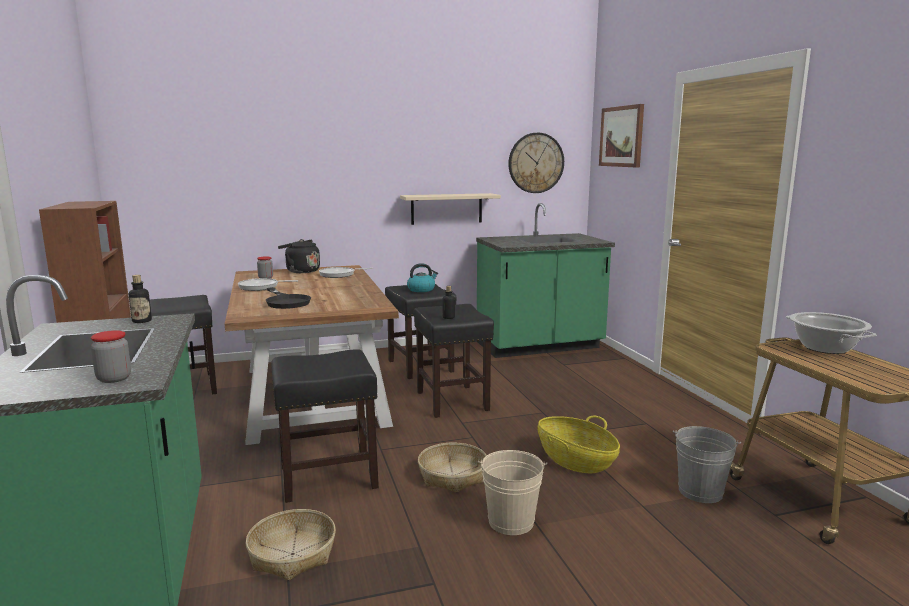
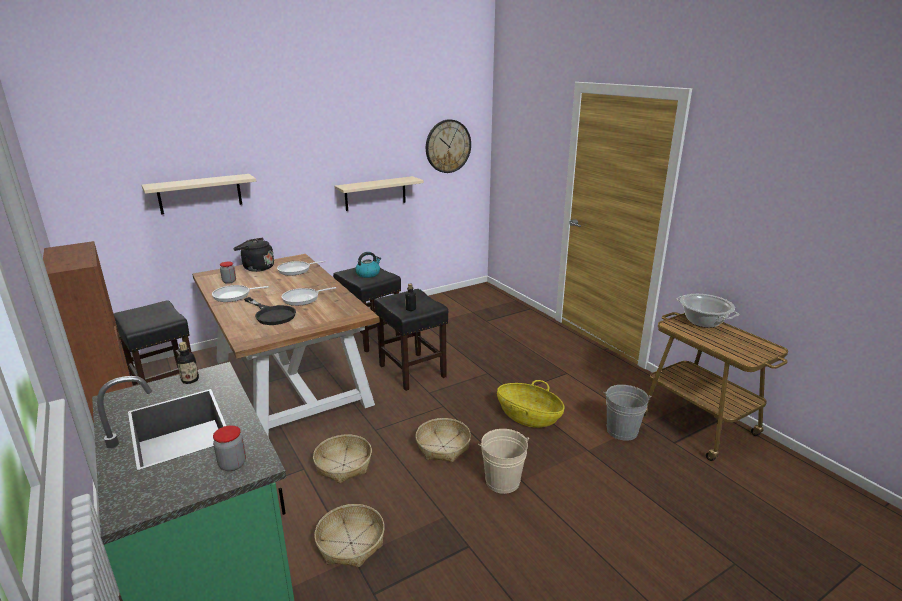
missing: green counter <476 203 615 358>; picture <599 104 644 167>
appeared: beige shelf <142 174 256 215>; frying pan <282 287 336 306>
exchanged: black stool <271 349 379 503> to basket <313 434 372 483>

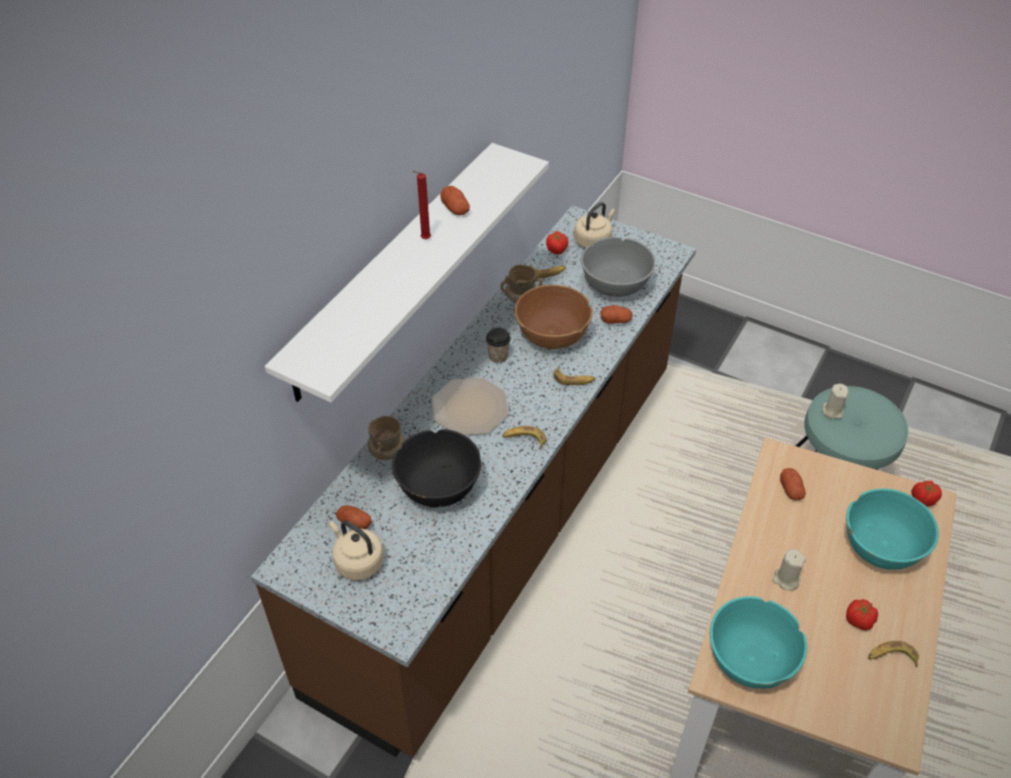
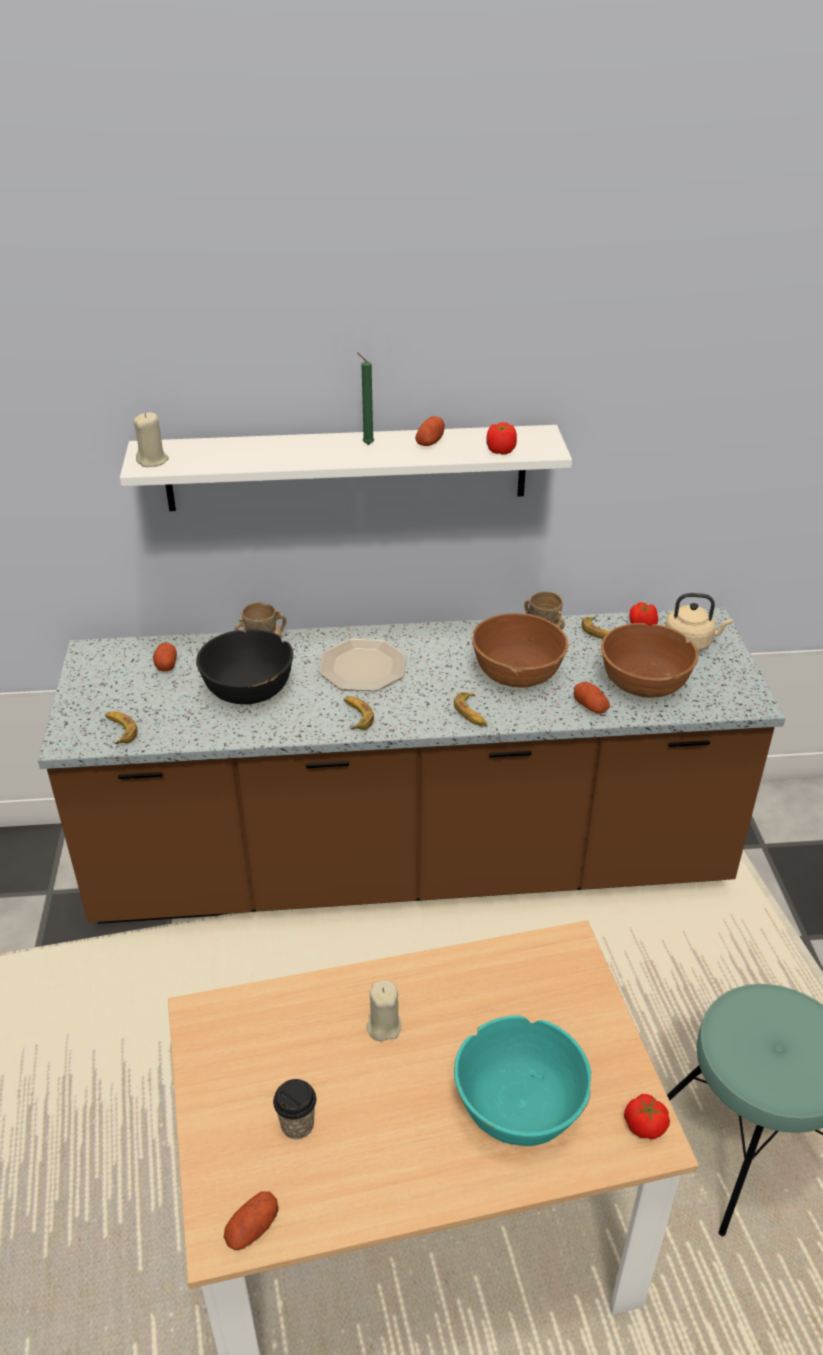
missing: beige kettle <329 521 384 580>; turquoise bowl <710 596 807 688>
relocated: cup <486 328 511 363> to <273 1079 316 1139>; potato <780 468 806 500> to <224 1192 278 1251>; beige candle <822 384 849 419> to <133 412 169 467>; tomato <846 599 878 631> to <486 422 517 455>; banana <868 641 919 668> to <105 711 138 744>
colour: red candle <412 171 431 239> to green candle <357 352 374 445>; grey bowl <581 237 655 297> to brown bowl <601 623 698 698>

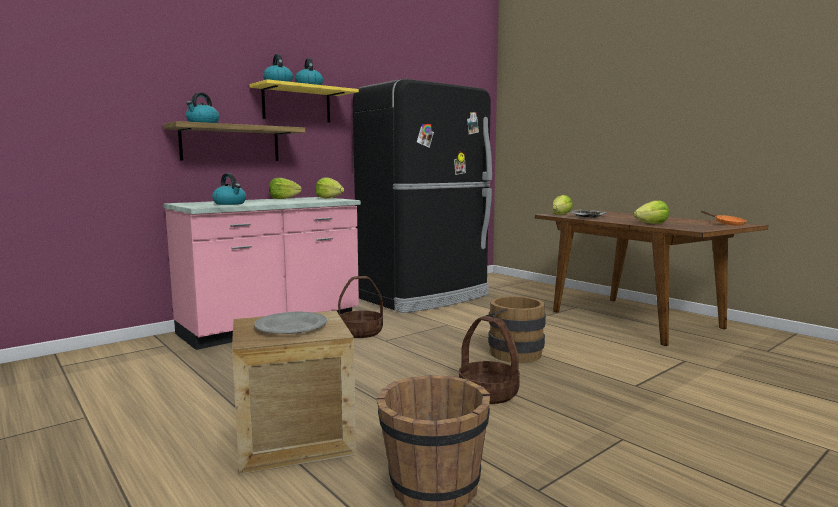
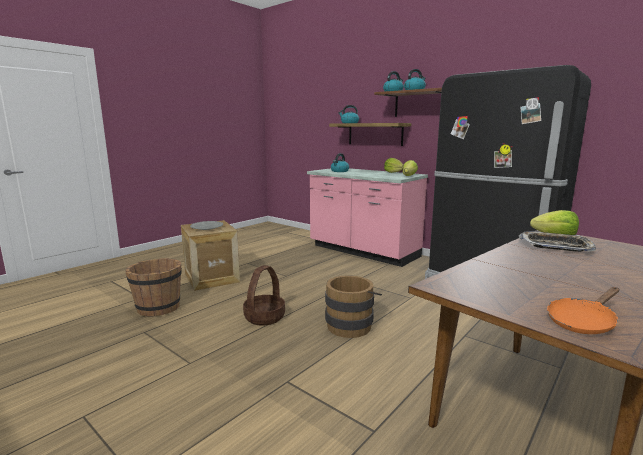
missing: basket <338 276 383 338>; lettuce <633 200 669 224>
colour: yellow shelf <249 79 359 123> to brown shelf <374 88 442 117>

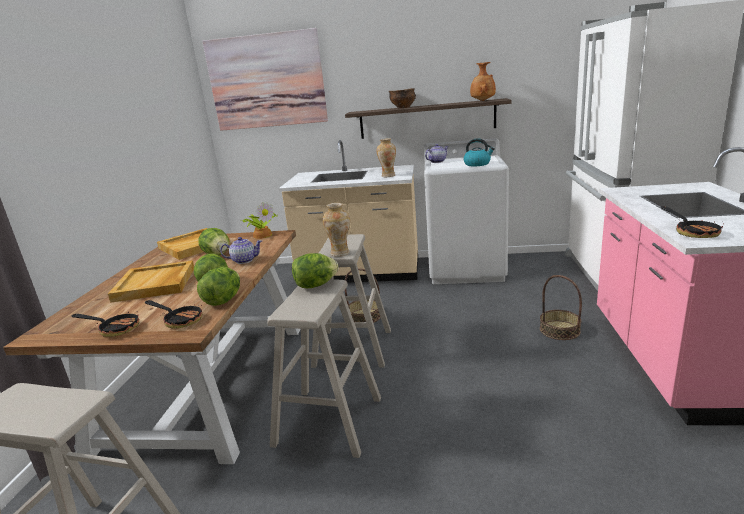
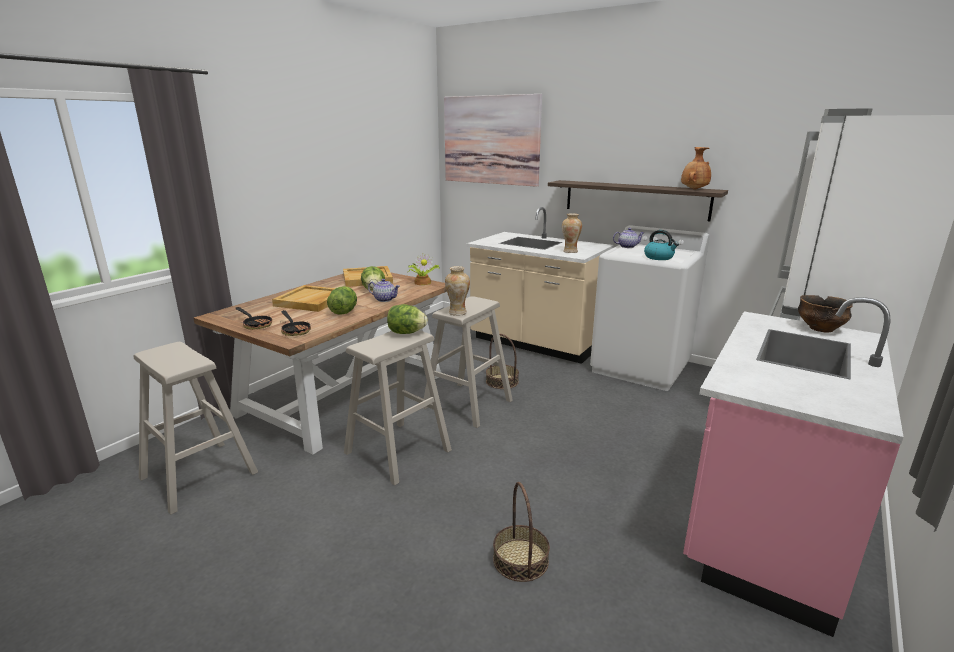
missing: lettuce <197 267 240 306>; frying pan <661 206 723 238>
relocated: bowl <389 88 416 108> to <798 295 853 333>; basket <540 275 582 340> to <493 482 550 582>

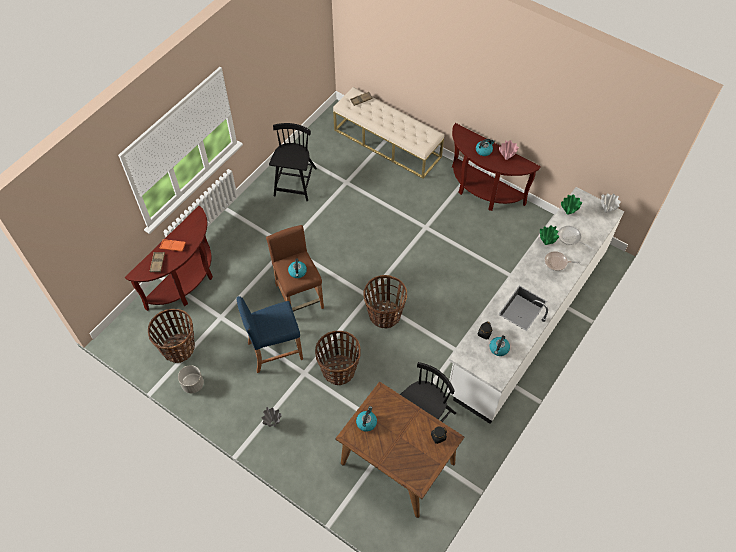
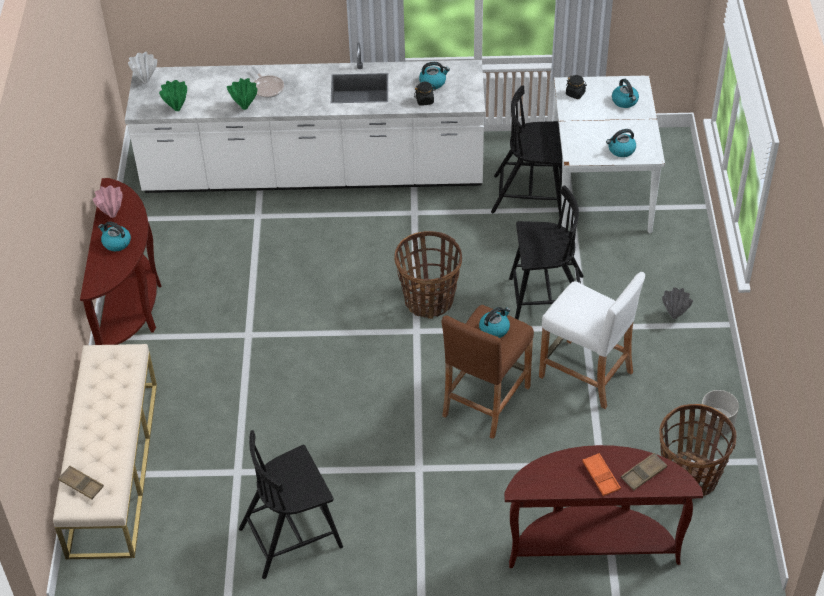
missing: frying pan <558 226 594 250>
appeared: kettle <612 79 639 108>
exchanged: basket <315 331 361 385> to black chair <509 185 584 320>
colour: blue stool <236 296 303 373> to white stool <539 272 645 409>; brown dining table <335 381 464 518> to white dining table <553 75 665 233>

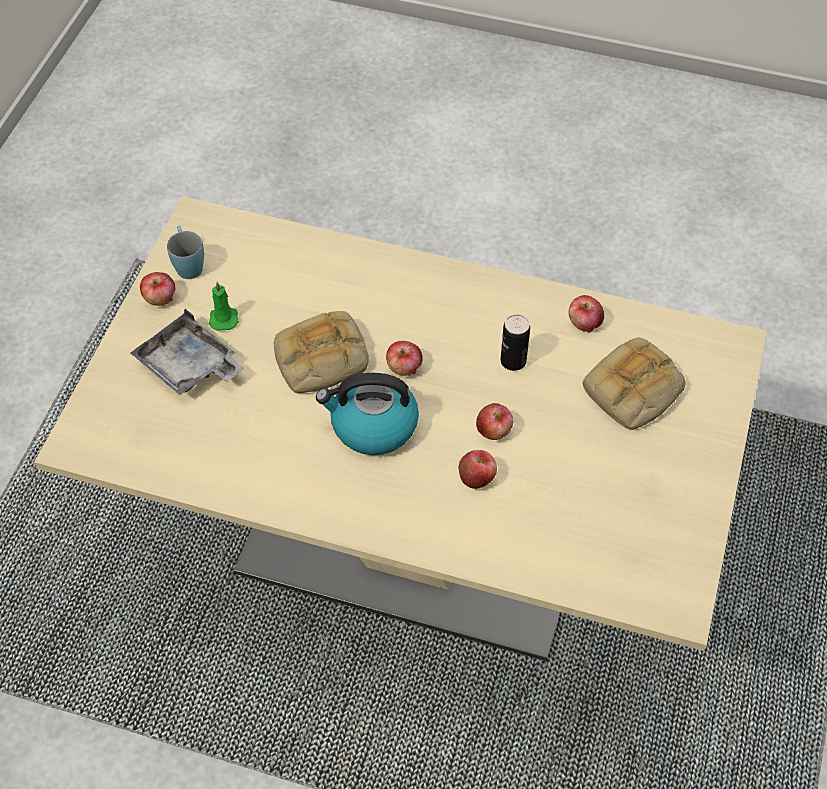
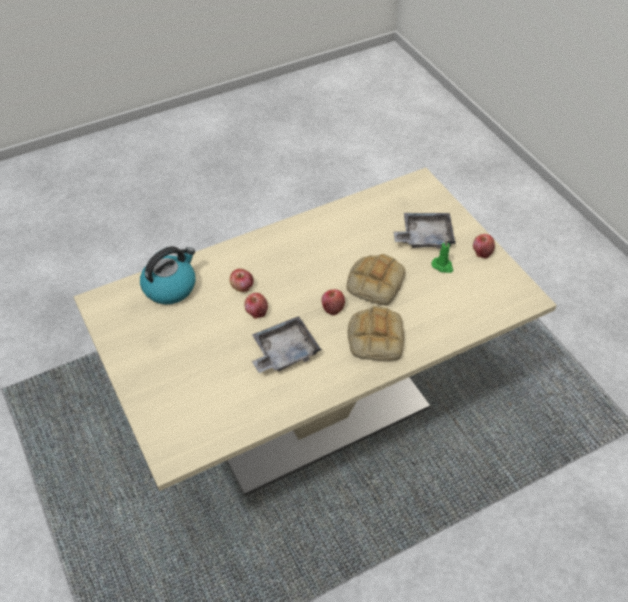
missing: blue mug <167 226 204 279>; apple <568 295 604 333>
relocated: kettle <316 373 419 455> to <140 246 195 304>; bread <582 338 686 430> to <348 306 404 361>
exchanged: can <501 314 530 371> to grey tray <252 316 322 373>

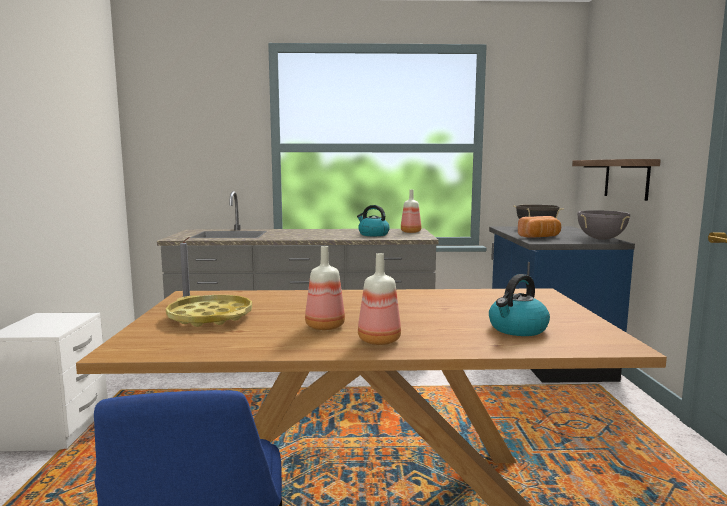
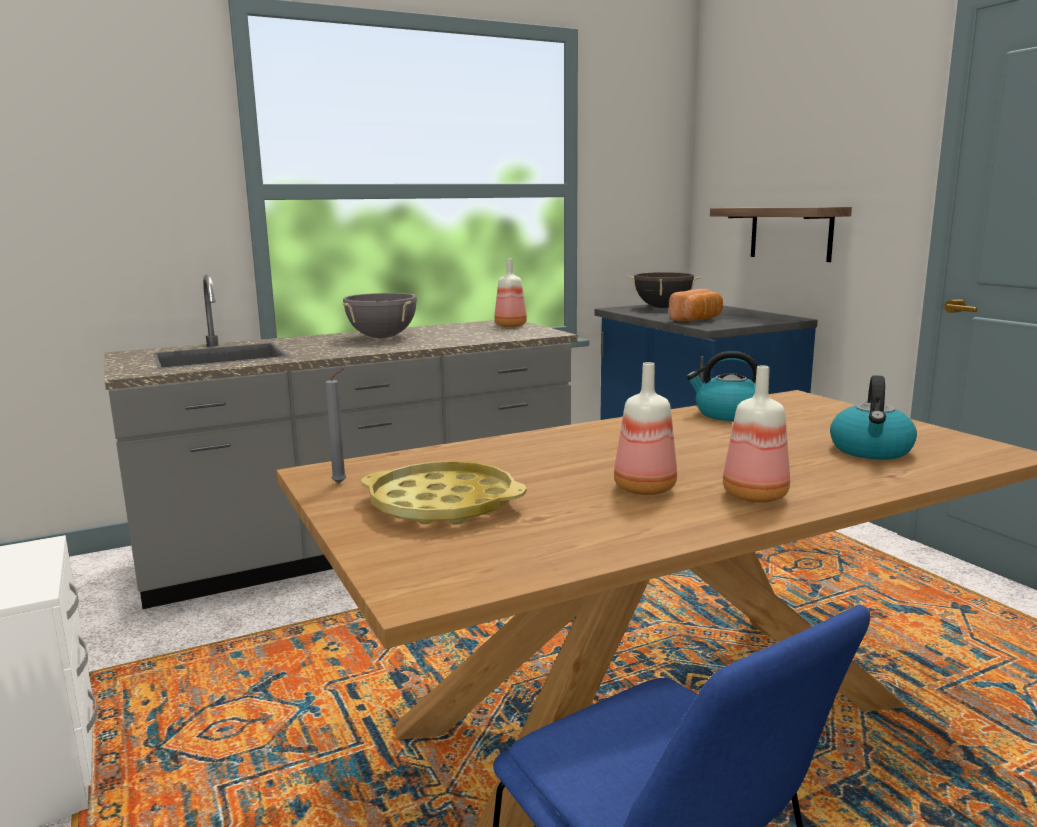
relocated: kettle <357 205 390 236> to <686 351 758 421>; grey cooking pot <577 210 630 240> to <342 293 417 338>

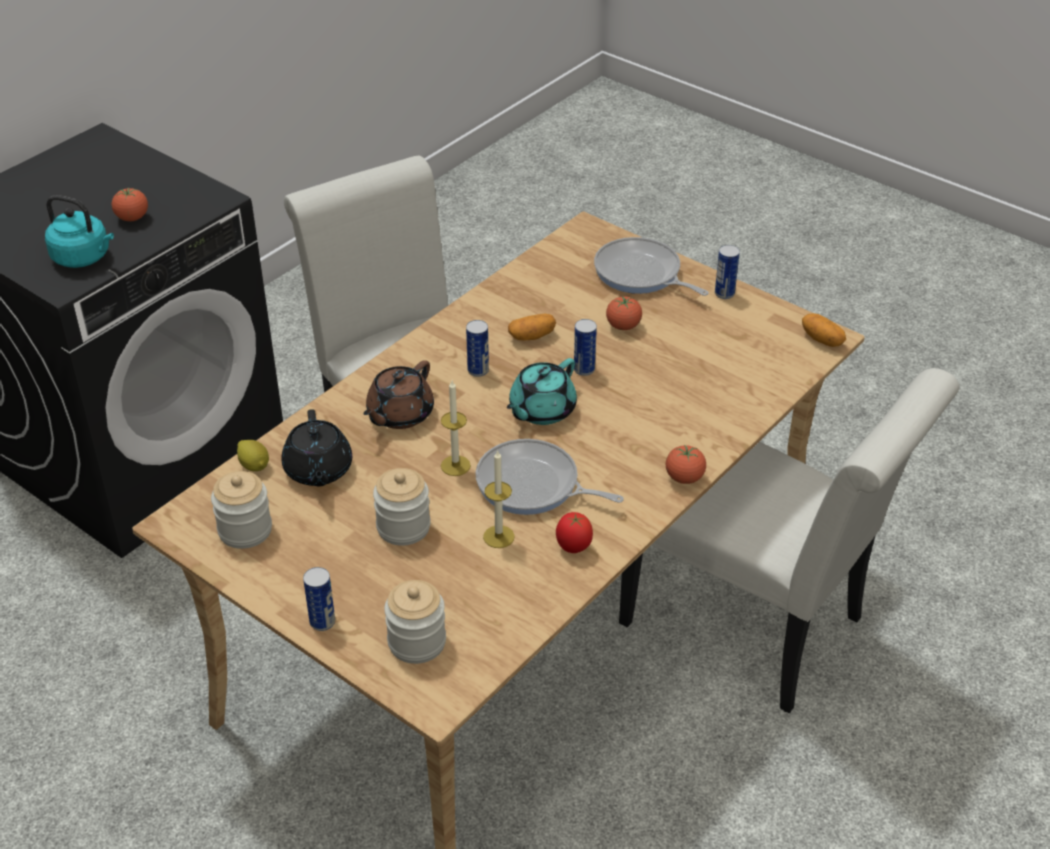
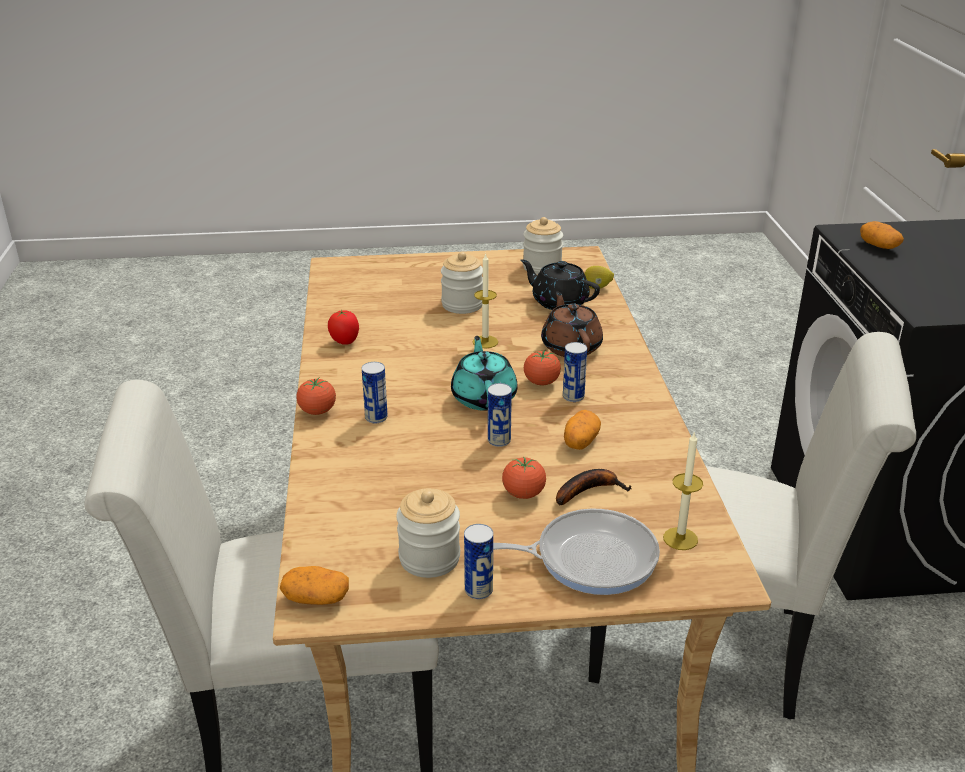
missing: frying pan <475 439 624 515>
appeared: banana <556 469 632 505>
relocated: tomato <112 187 148 221> to <524 350 561 385>; can <303 567 335 631> to <362 362 388 423>; jar <384 580 446 664> to <396 488 460 578>; candle <483 450 515 548> to <663 431 703 550>
exchanged: turquoise kettle <45 195 114 268> to potato <860 221 904 249>

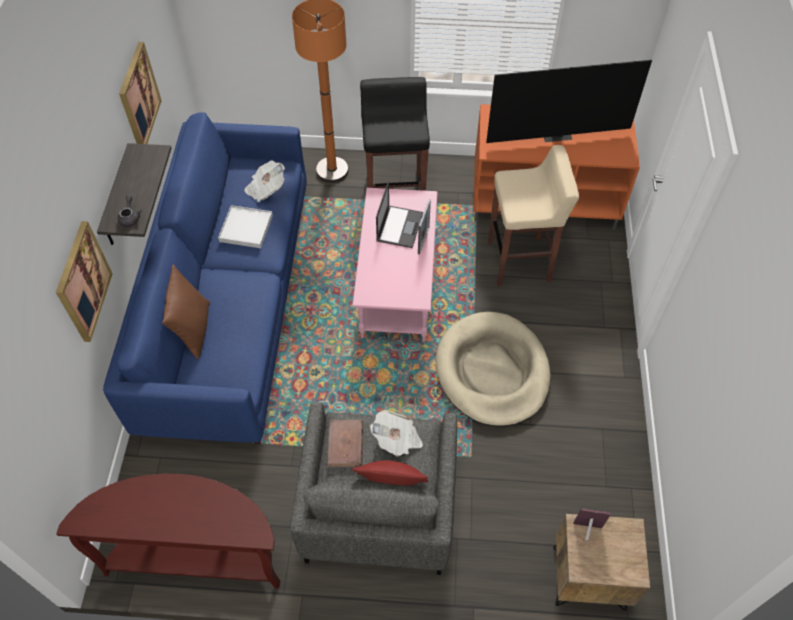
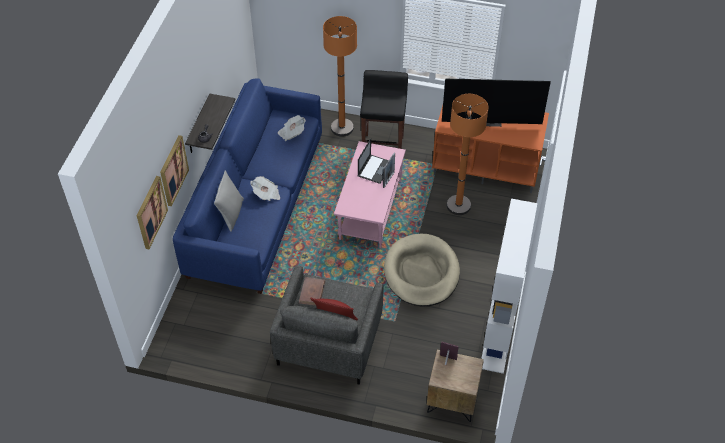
missing: brown console table <56 474 280 588>; white tray <218 205 273 248>
appeared: white bookcase <481 199 538 374>
relocated: picture <119 42 162 144> to <137 176 168 249>; newspaper <370 410 423 456> to <250 176 280 201>
exchanged: beige stool <488 145 579 286> to orange floor lamp <447 94 489 215>
colour: brown pillow <162 265 210 359> to grey pillow <214 171 244 232>

